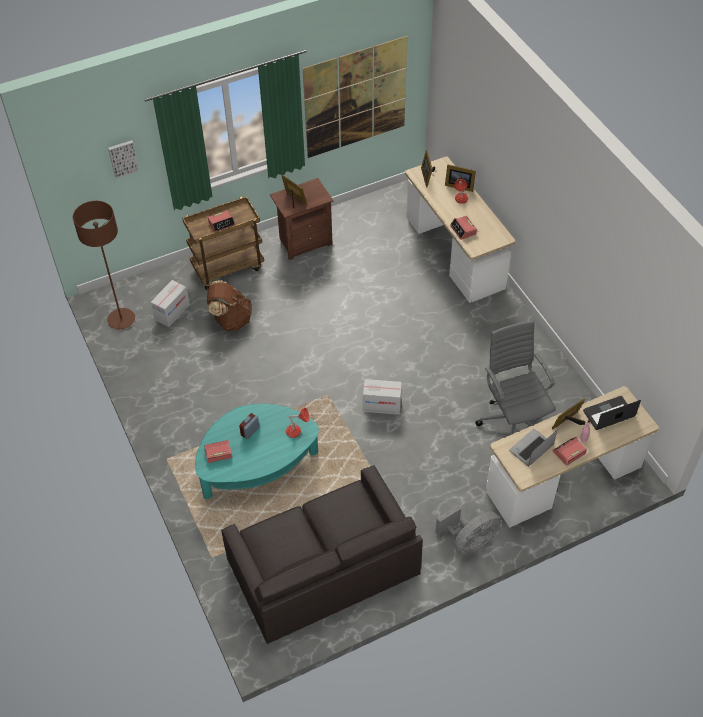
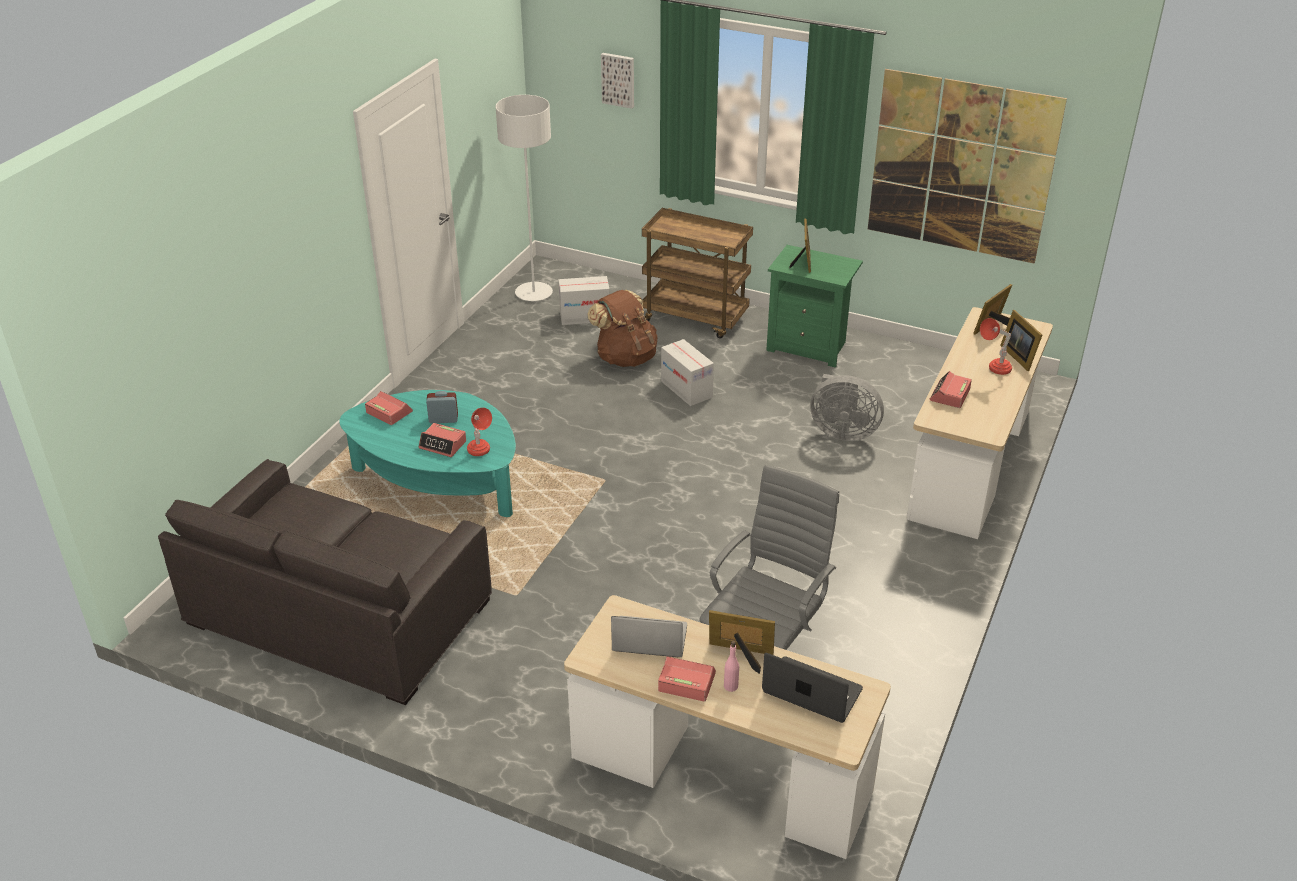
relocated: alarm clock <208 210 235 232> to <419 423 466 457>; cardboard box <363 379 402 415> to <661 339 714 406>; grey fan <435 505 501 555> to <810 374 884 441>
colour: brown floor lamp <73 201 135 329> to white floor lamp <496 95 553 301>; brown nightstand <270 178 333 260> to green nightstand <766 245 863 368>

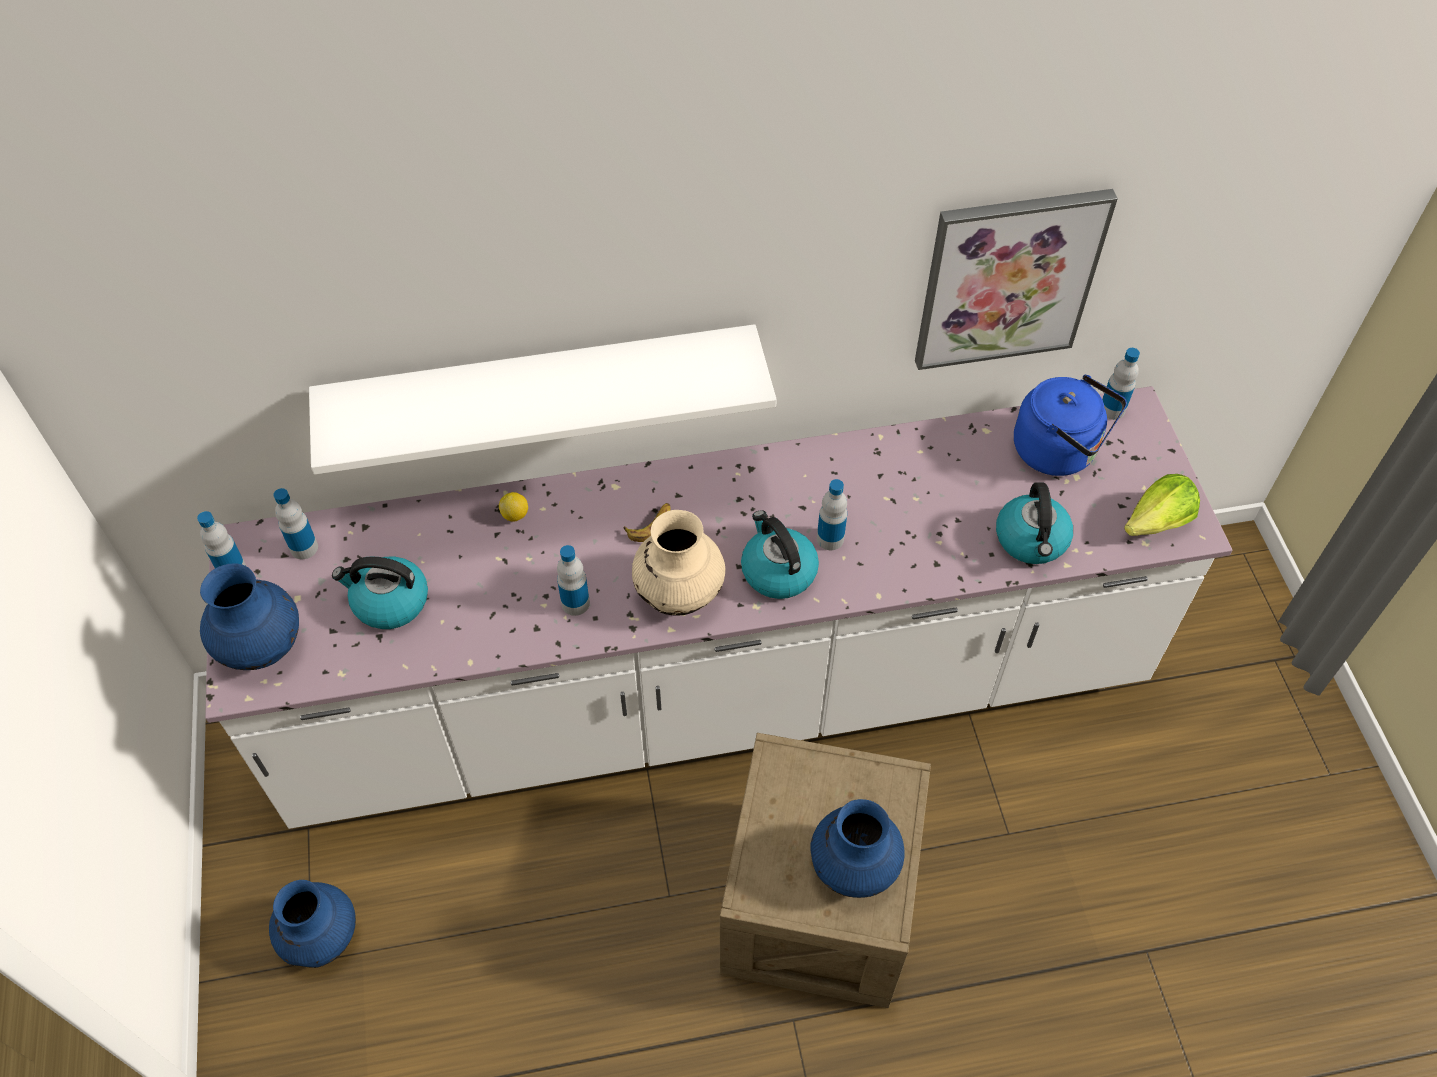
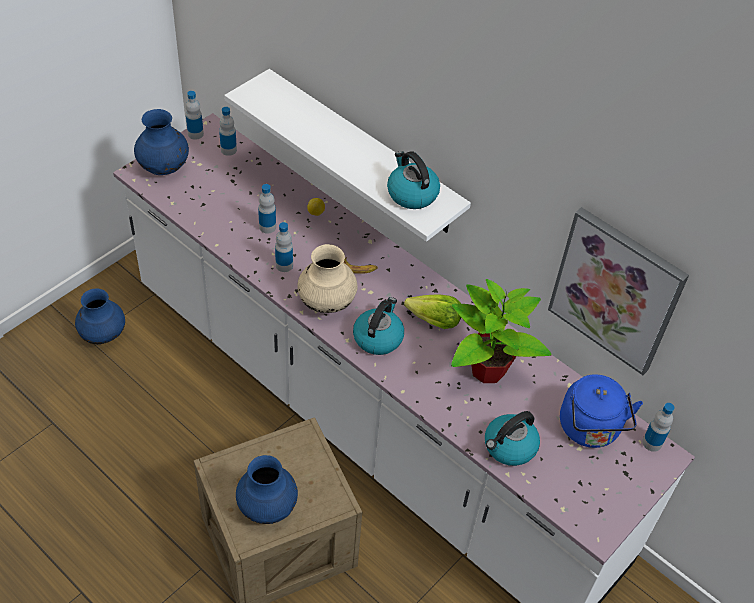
appeared: potted plant <451 279 552 383>
relocated: kettle <332 557 428 629> to <387 151 440 209>; bottle <817 479 847 550> to <258 184 276 234>; lettuce <1124 474 1200 536> to <404 294 461 329>

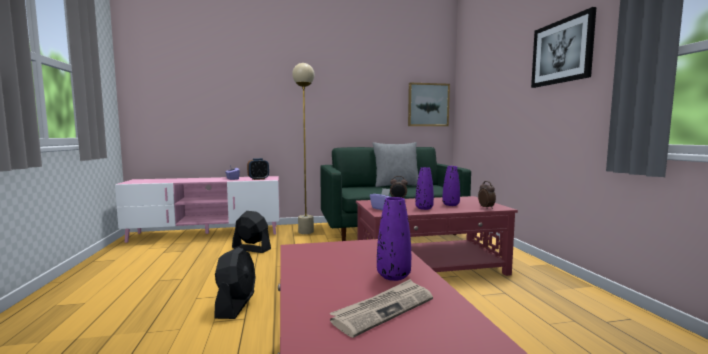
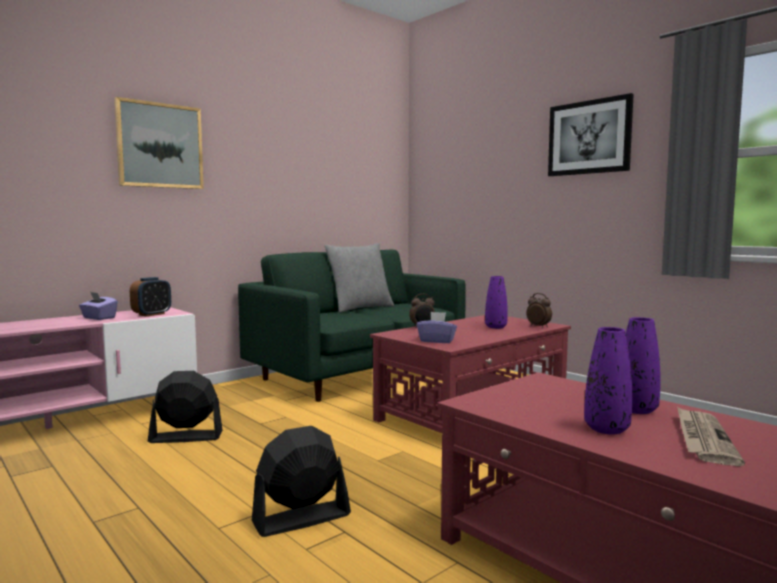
missing: beige floor lamp <292 63 315 234>
relocated: picture <408 83 450 126> to <114 97 204 189>; purple vase <415 167 434 210> to <584 327 632 434>
spun: black fan <214 247 256 319> = <252 426 351 537> 90 degrees counterclockwise

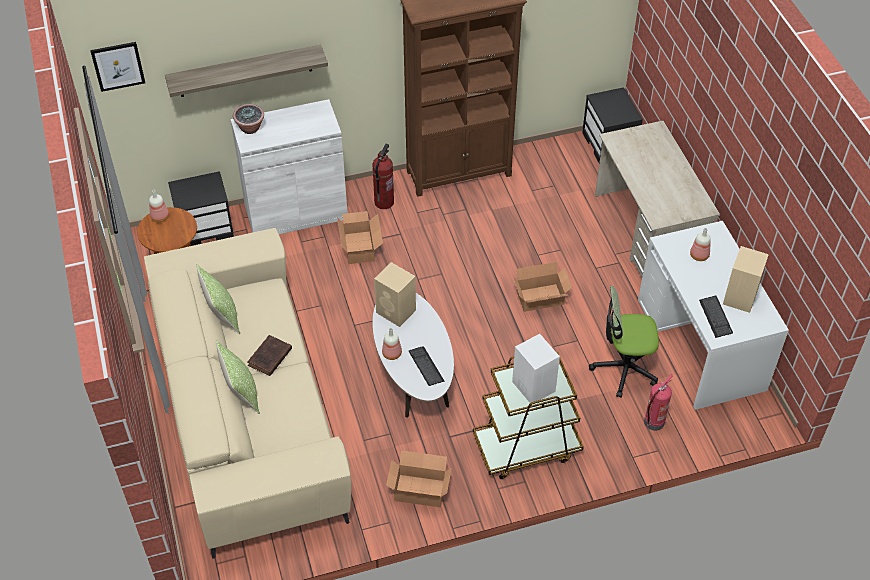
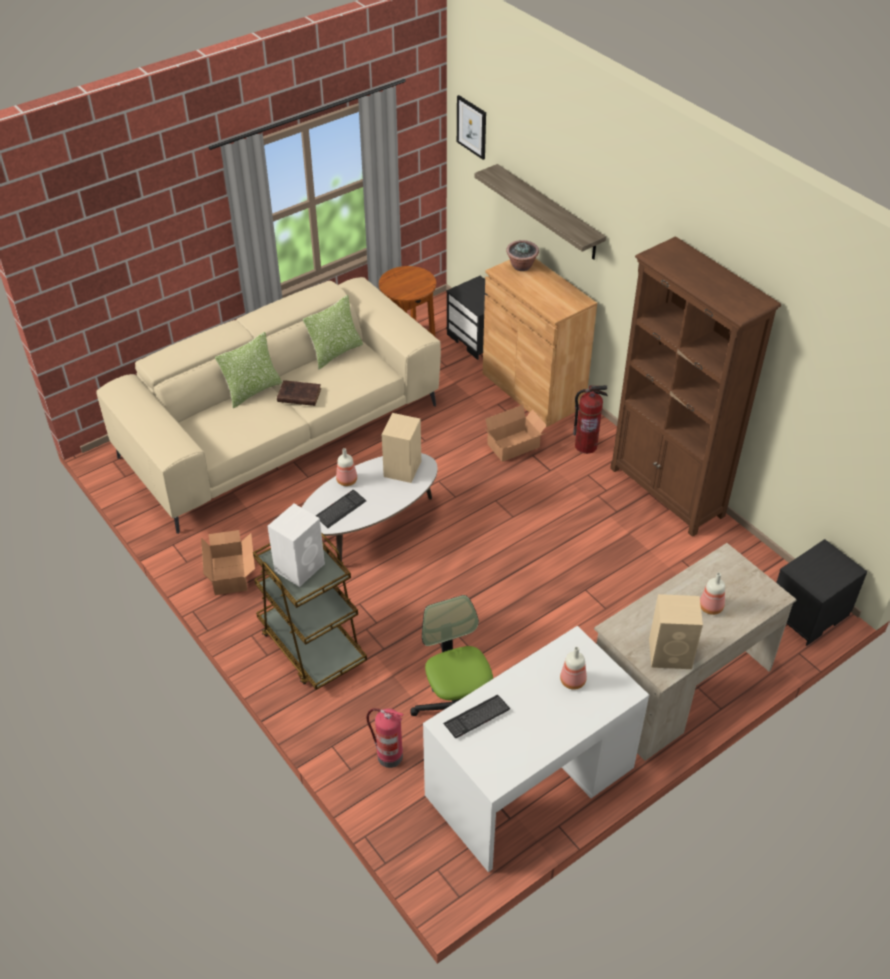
missing: cardboard box <513 262 572 312>
relocated: bottle <149 190 169 222> to <700 573 725 615>; beige speaker <723 246 769 313> to <649 594 703 669>
colour: white cabinet <230 99 348 234> to brown cabinet <483 259 597 427>

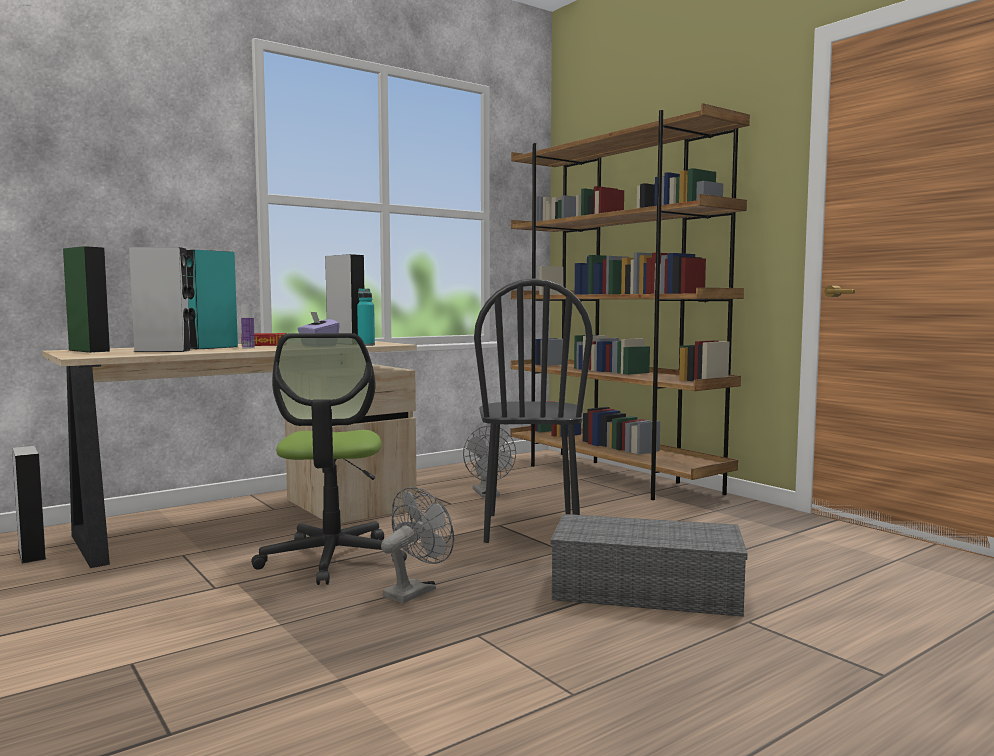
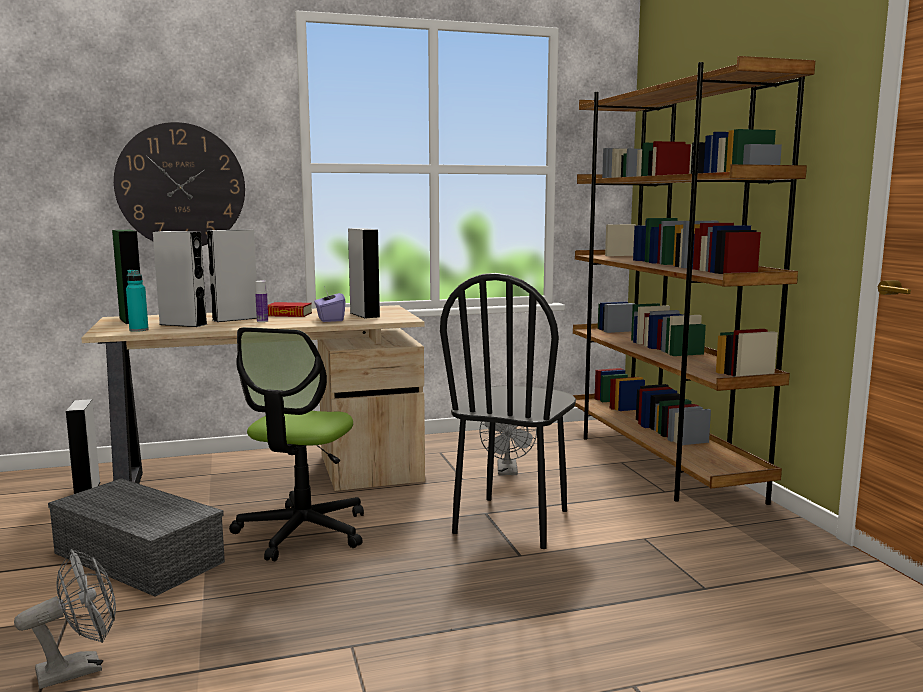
appeared: wall clock <114 122 245 246>
relocated: turquoise bottle <357 288 375 346> to <126 270 149 332>; grey fan <381 487 454 603> to <14 549 116 689>; grey storage box <551 514 748 617> to <48 478 225 596>
colour: turquoise speaker <186 250 238 350> to grey speaker <207 229 257 322>

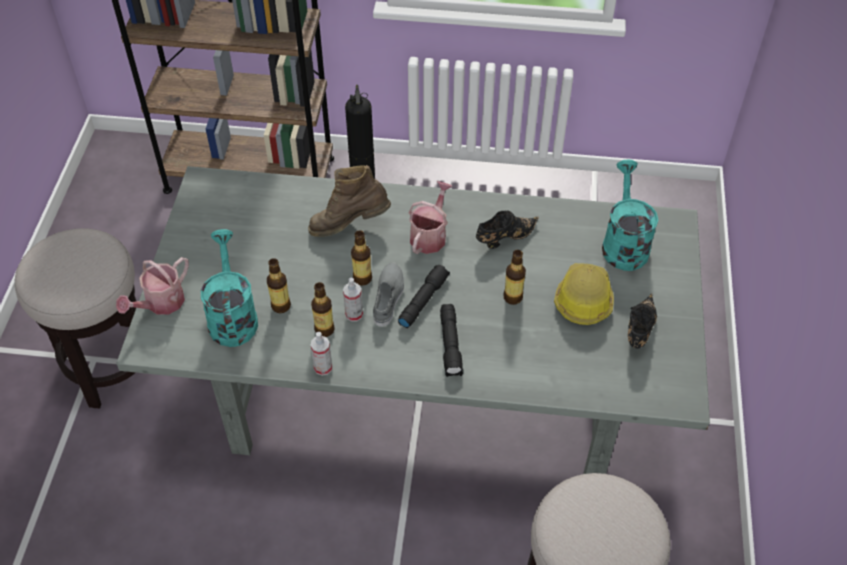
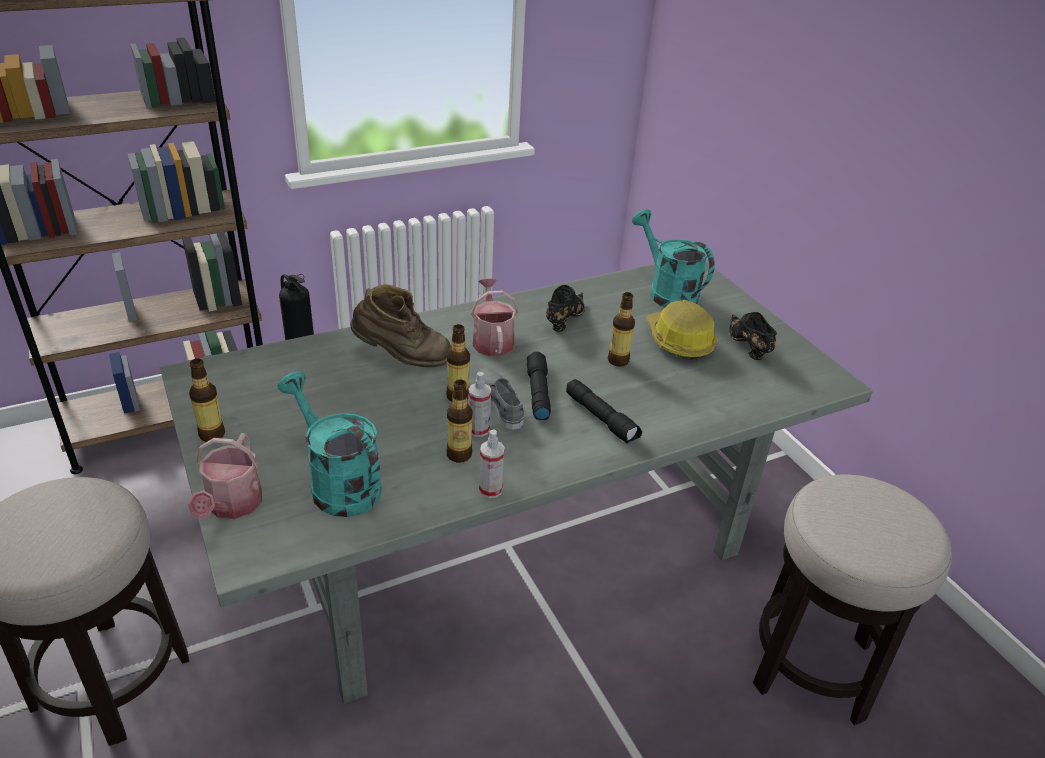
relocated: bottle <267 258 291 313> to <189 359 225 442>
spun: brown boot <308 165 391 237> = <350 284 452 367> 135 degrees counterclockwise

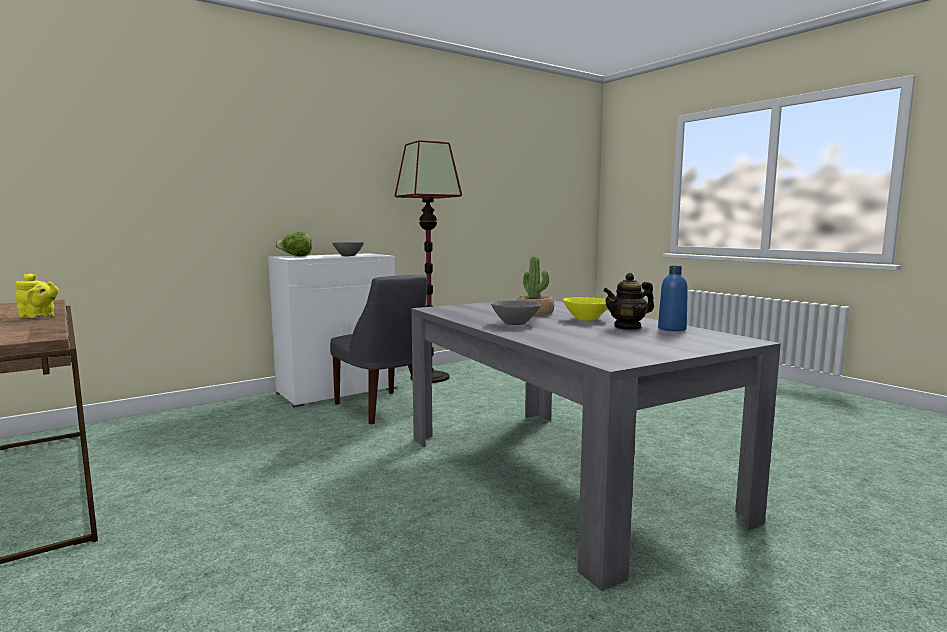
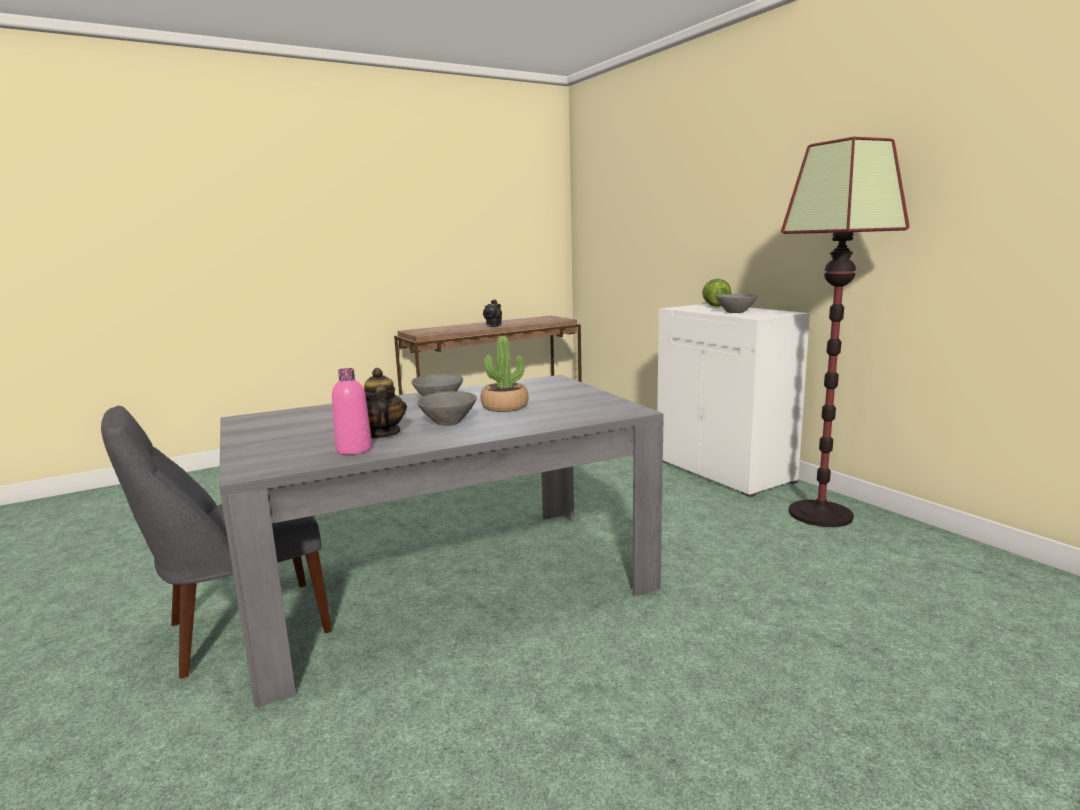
relocated: grey chair <330 275 427 424> to <101 406 332 679>
colour: yellow teapot <15 273 59 318> to black teapot <483 300 502 327>; yellow bowl <563 297 608 321> to grey bowl <417 391 477 426>; blue bottle <658 266 688 331> to pink bottle <332 368 372 455>

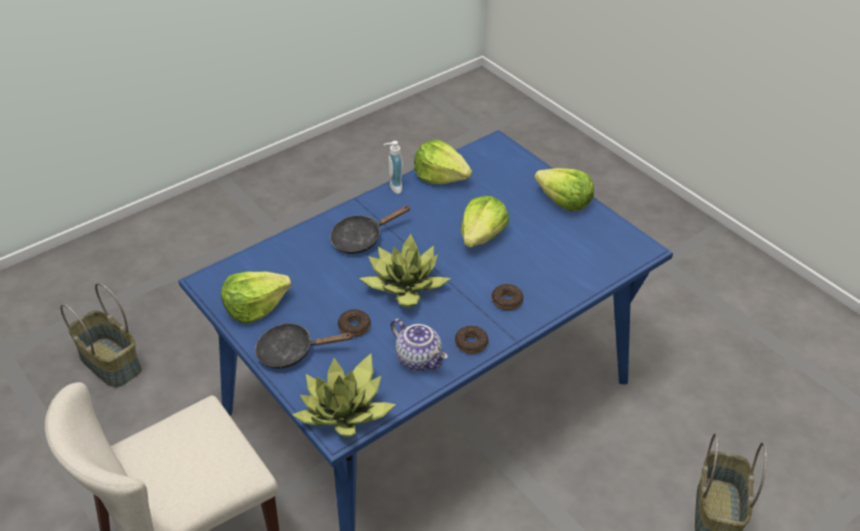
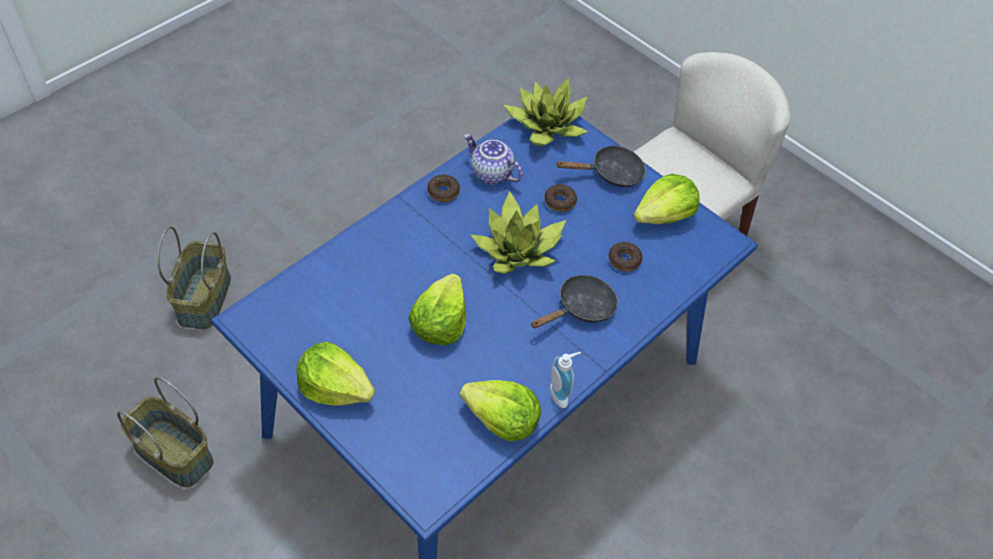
relocated: basket <60 283 142 388> to <117 377 213 487>; donut <491 284 524 310> to <609 242 643 271>

